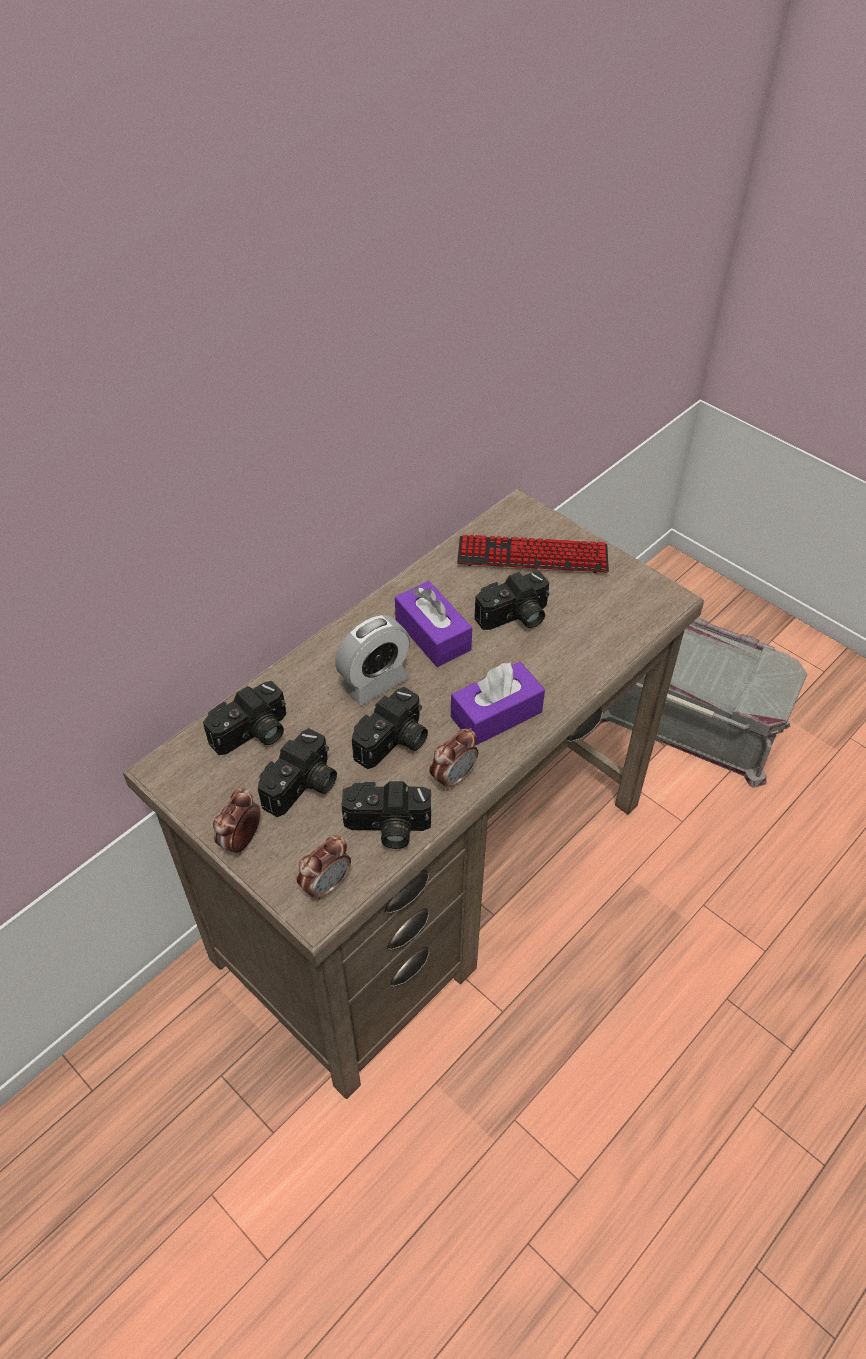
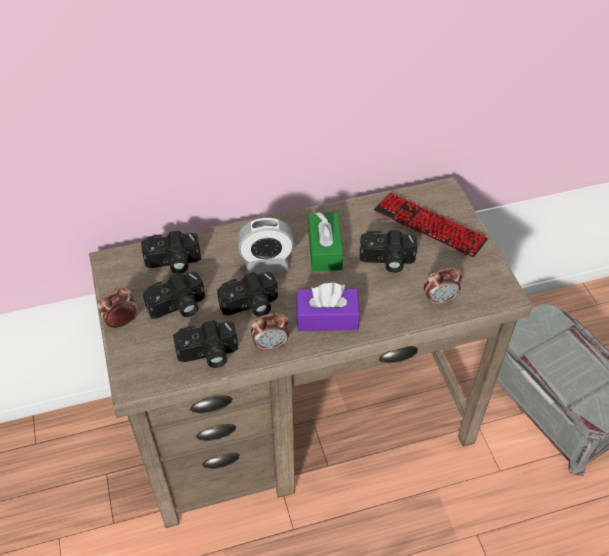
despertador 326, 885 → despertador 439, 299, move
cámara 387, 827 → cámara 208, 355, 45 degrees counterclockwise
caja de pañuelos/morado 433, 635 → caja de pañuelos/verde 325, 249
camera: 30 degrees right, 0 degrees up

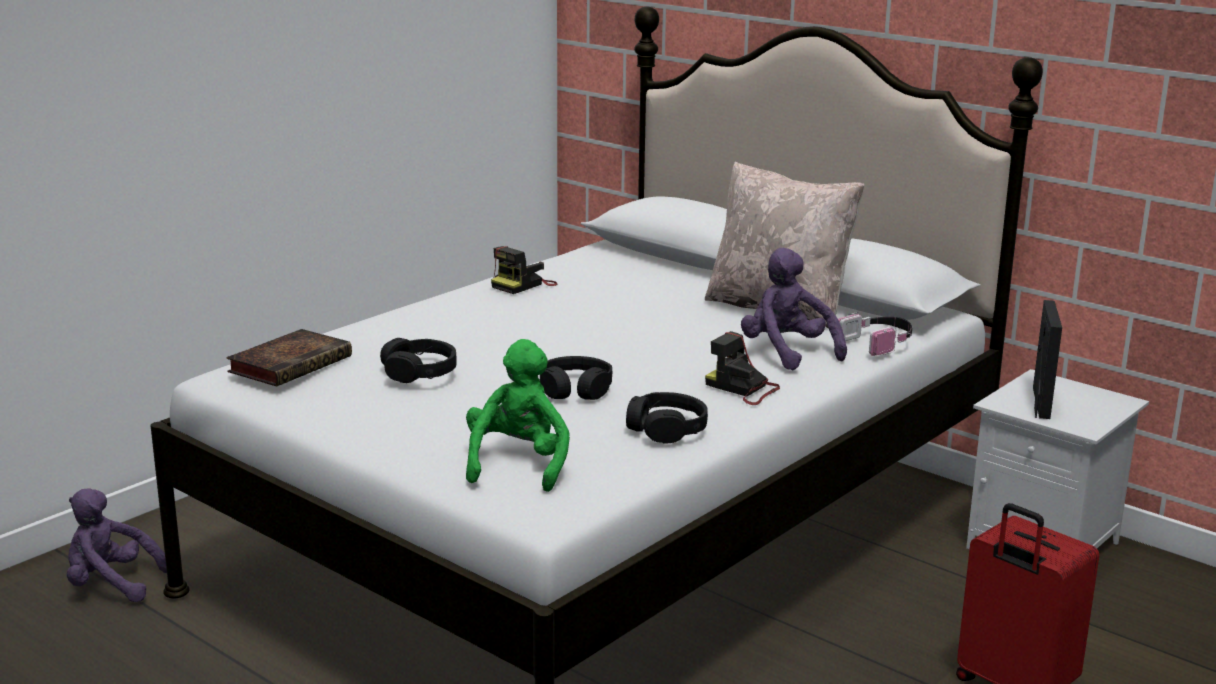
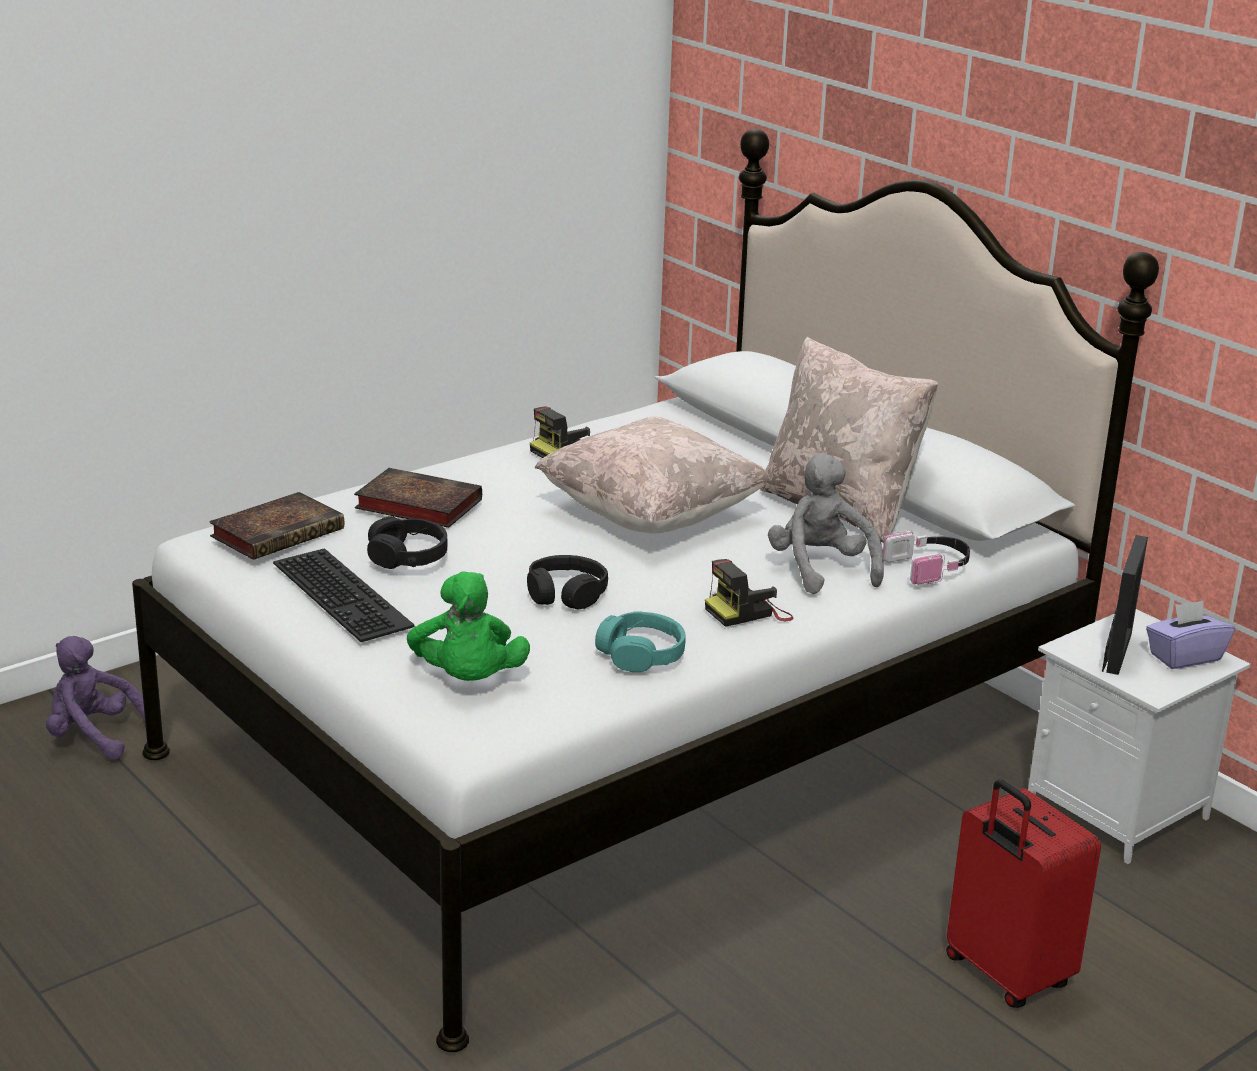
peluche/verde 518, 464 → peluche/verde 468, 680, 150 degrees clockwise
auriculares/negro 666, 429 → auriculares/turquesa 641, 654
cámara 743, 389 → cámara 748, 612, 75 degrees counterclockwise
peluche/morado 787, 352 → peluche/gris 820, 569
- → teclado 346, 594
- → libro 415, 505
- → cojín/beis 651, 516
- → caja de pañuelos/morado 1184, 657
camera: 10 degrees right, 5 degrees up

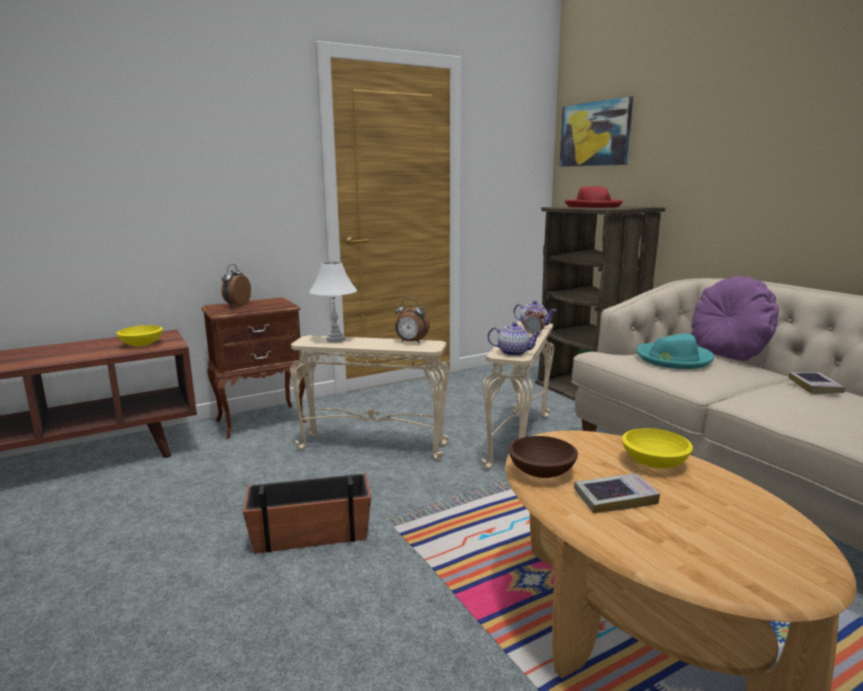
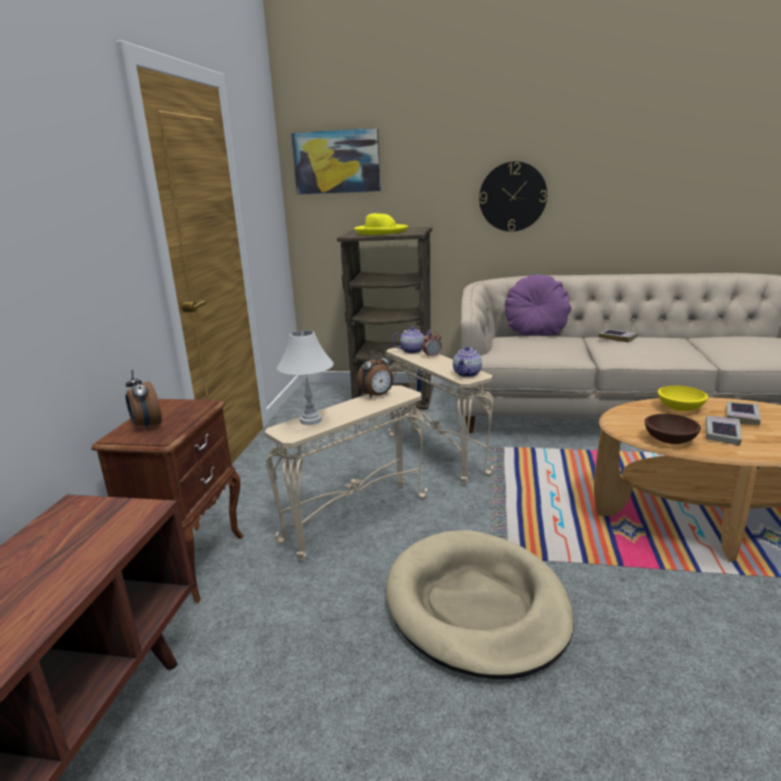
cuenco/amarillo 141, 345 → -
maceta 311, 533 → cama para perro/beis 476, 606
tetera 514, 352 → tetera 467, 374, 150 degrees clockwise
sombrero/rojo 593, 206 → sombrero/amarillo 380, 232
sombrero/turquesa 673, 359 → -
- → reloj de pared 512, 197
- → libro 742, 417
camera: 50 degrees left, 5 degrees up

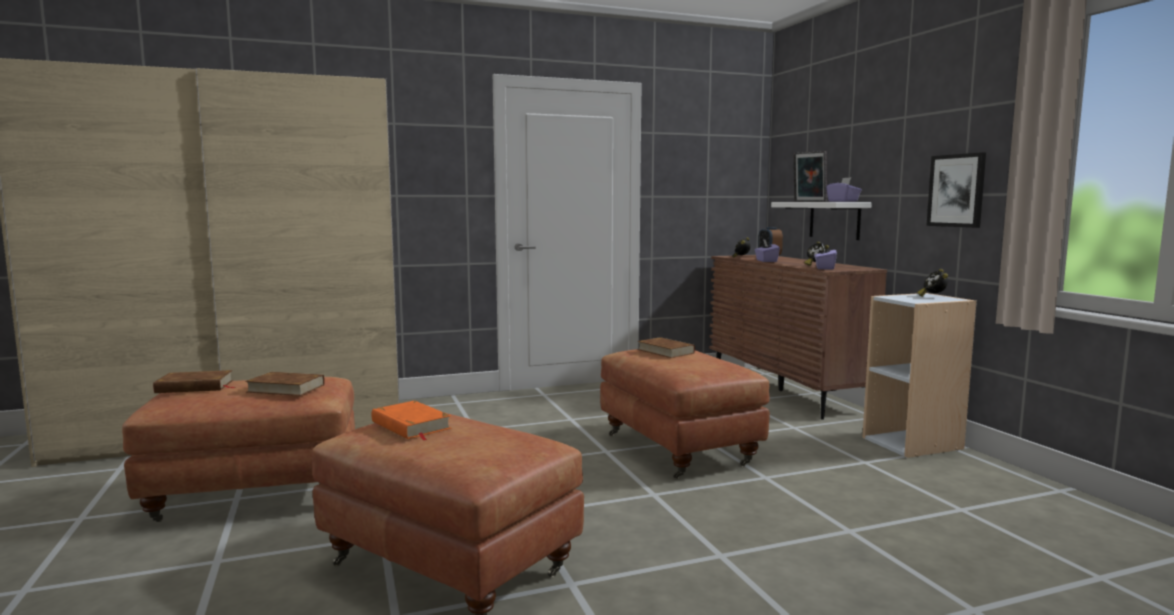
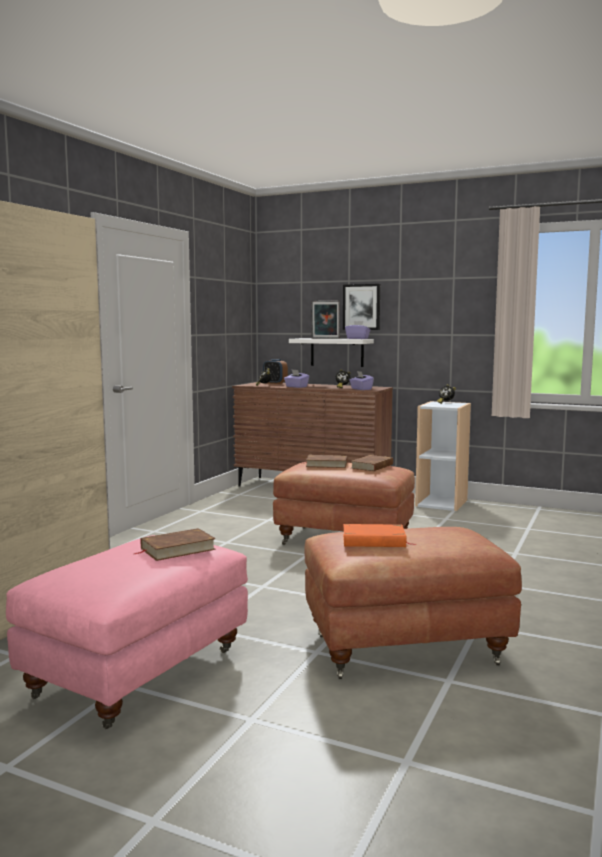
puf/marrón 255, 497 → puf/rosa 138, 676
libro/marrón 195, 387 → libro/marrón 372, 466, move
cuadro 956, 190 → cuadro 361, 307, move
camera: 45 degrees left, 0 degrees up

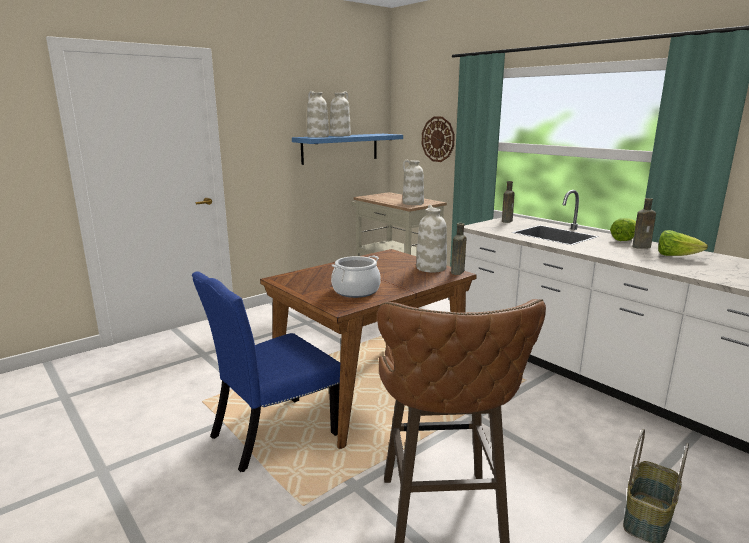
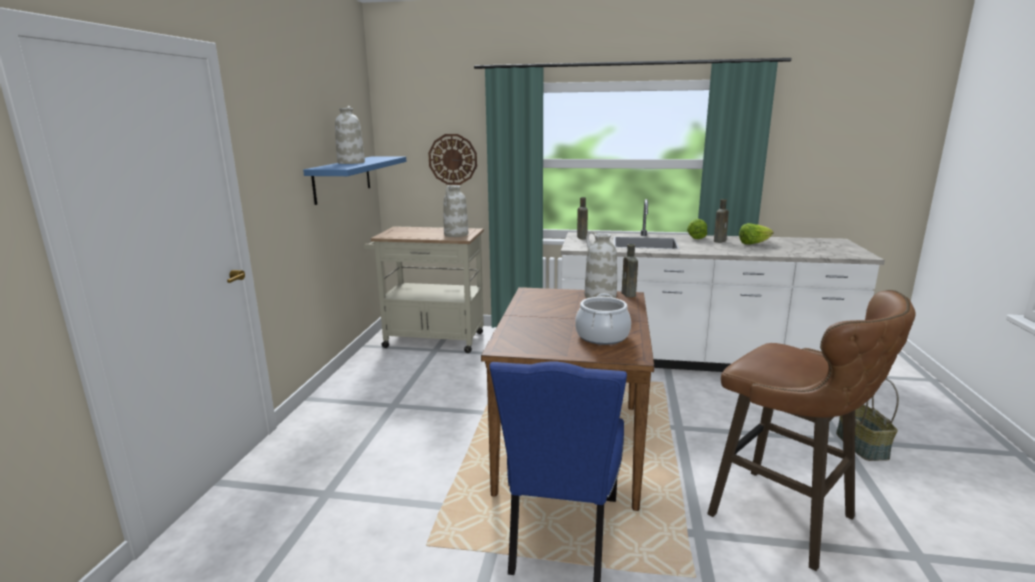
florero/blanco 317, 137 → -
camera: 40 degrees left, 0 degrees up

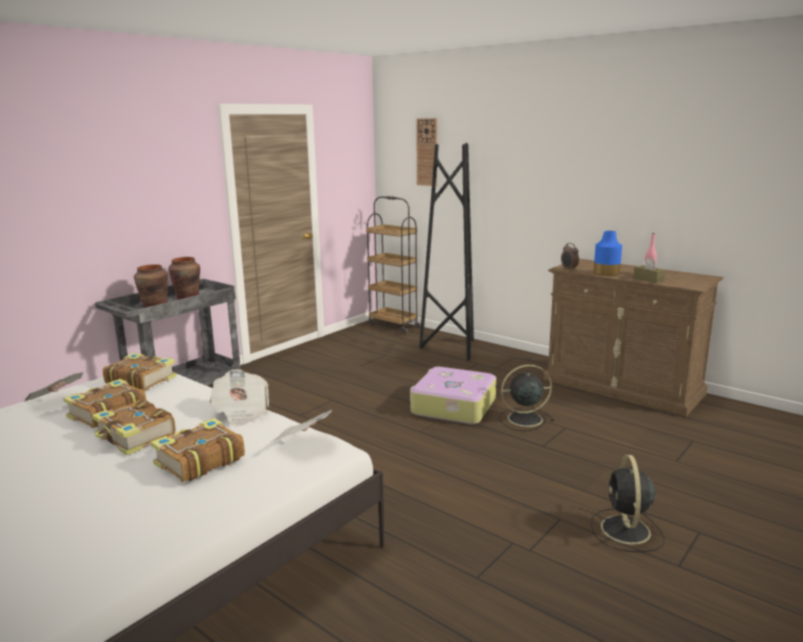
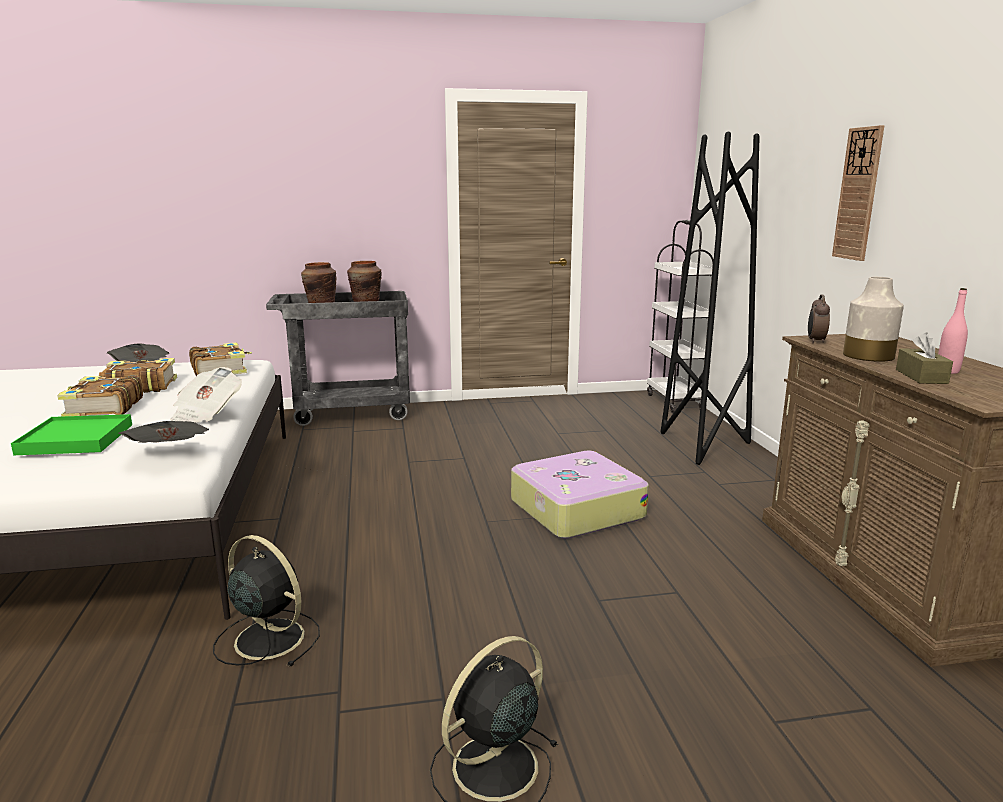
libro 198, 461 → bandeja/verde 75, 439
carrito/marrón 394, 326 → carrito/blanco 675, 403
reloj de pared 427, 152 → reloj de pared 858, 194, move
ventilador/negro 523, 419 → ventilador/negro 267, 638, move
florero/azul 606, 273 → florero/beis 868, 355
camera: 40 degrees right, 0 degrees up

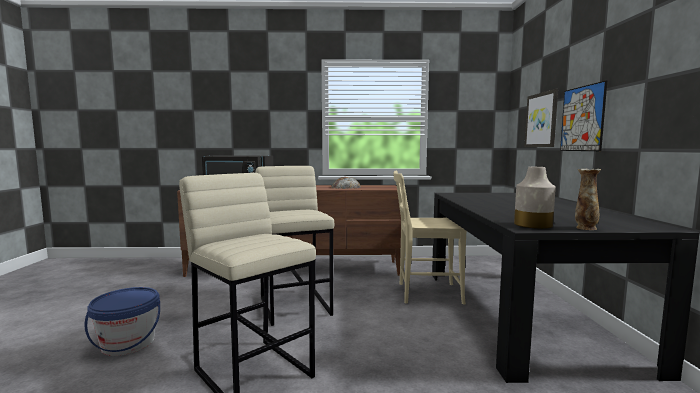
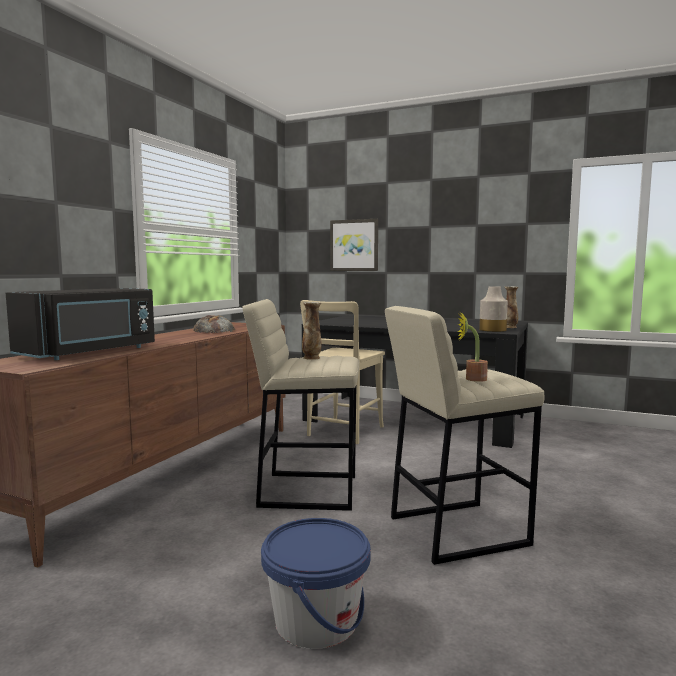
cuadro 582, 118 → -
- → florero 312, 358
- → planta en maceta 471, 379
camera: 65 degrees left, 0 degrees up

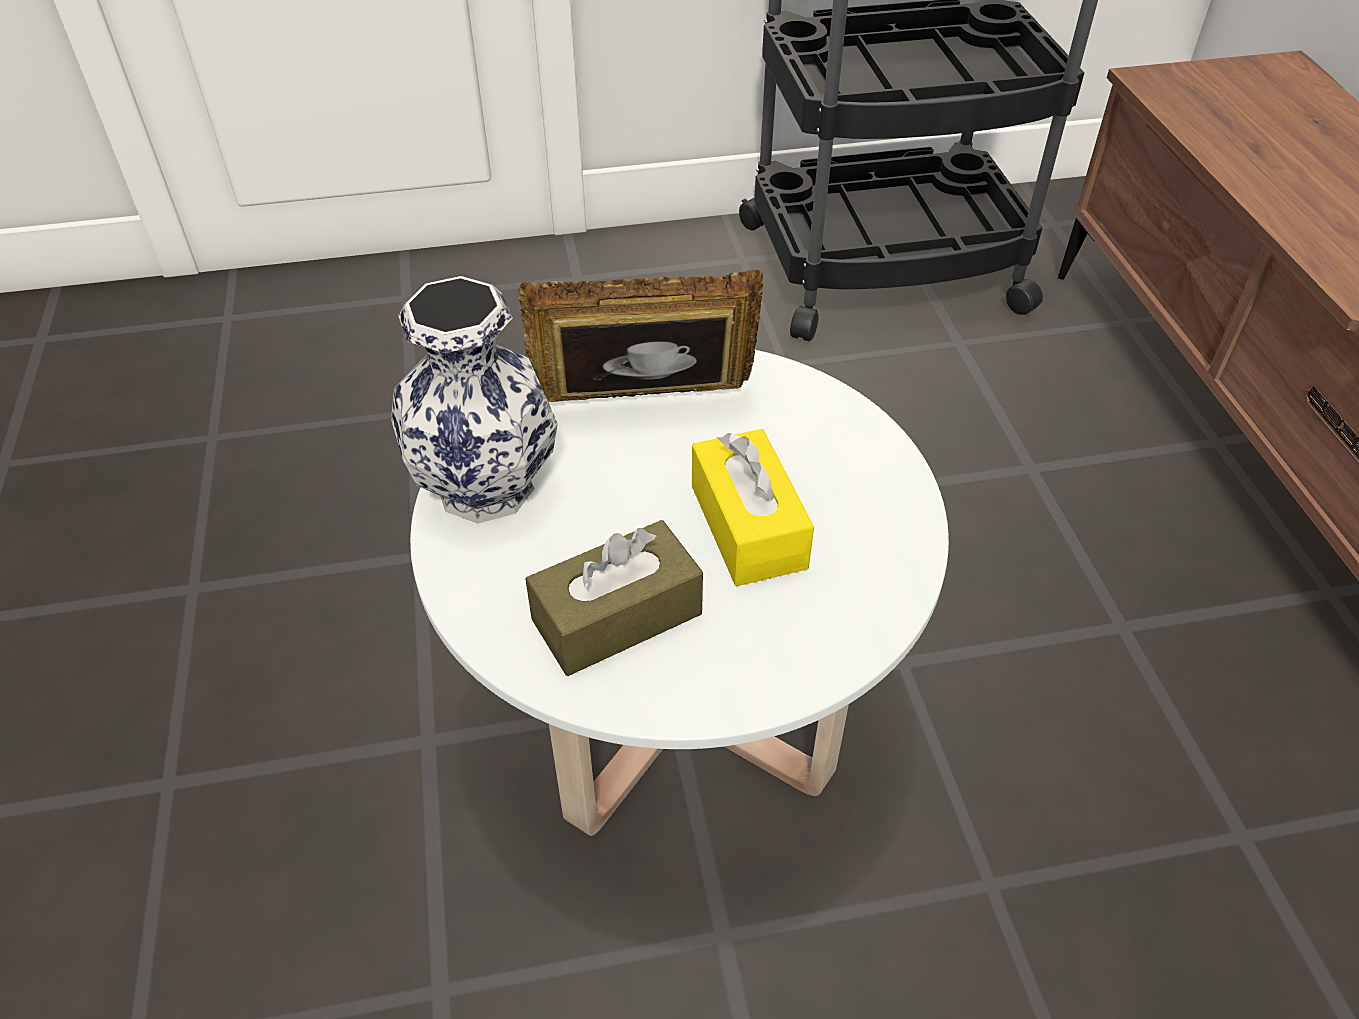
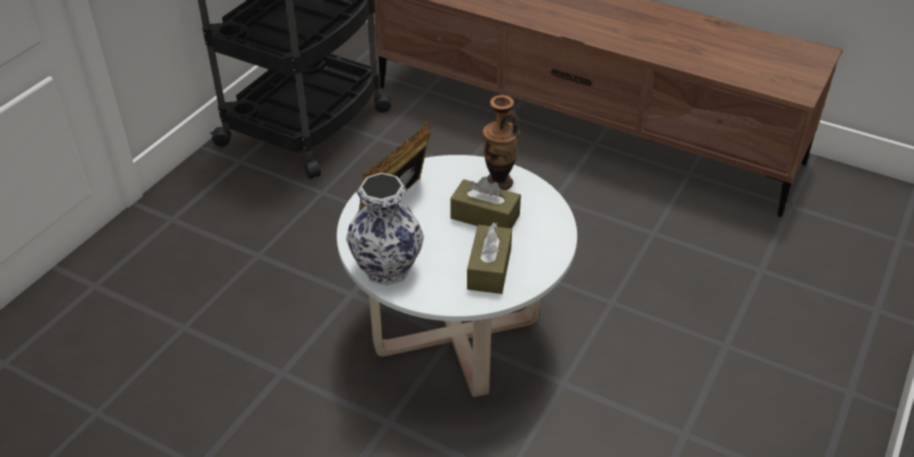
caja de pañuelos/amarillo 748, 526 → caja de pañuelos/marrón 485, 217
- → florero 499, 182
camera: 50 degrees left, 5 degrees down

